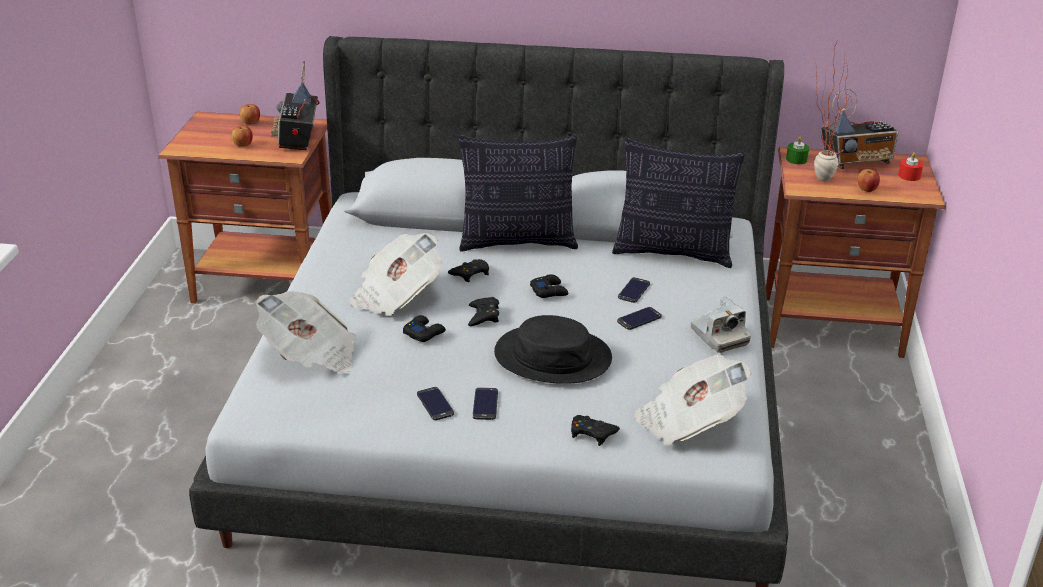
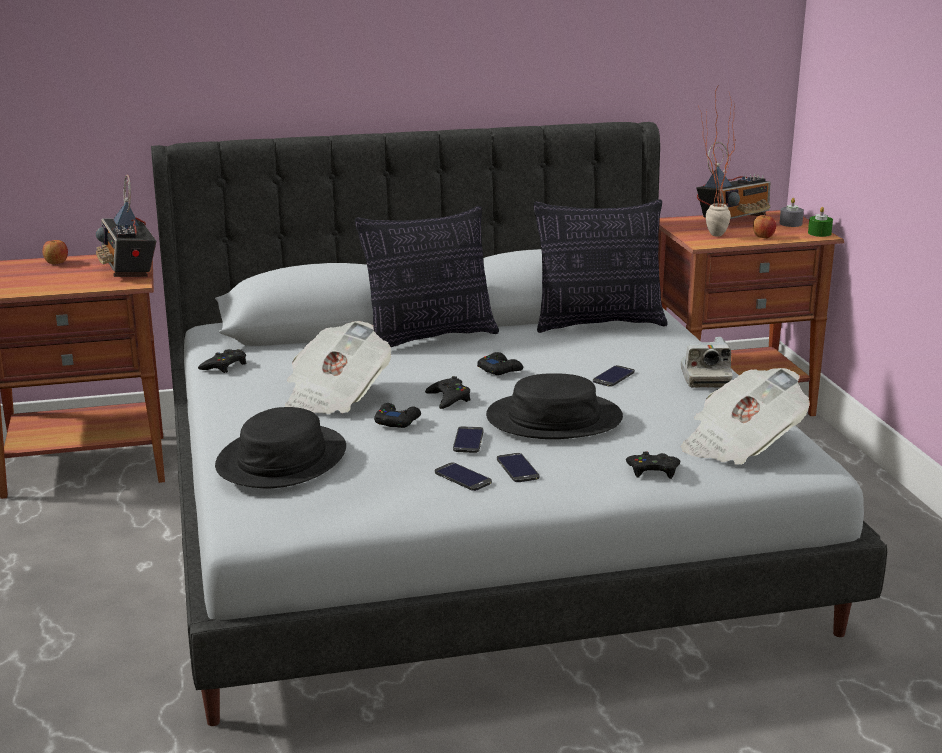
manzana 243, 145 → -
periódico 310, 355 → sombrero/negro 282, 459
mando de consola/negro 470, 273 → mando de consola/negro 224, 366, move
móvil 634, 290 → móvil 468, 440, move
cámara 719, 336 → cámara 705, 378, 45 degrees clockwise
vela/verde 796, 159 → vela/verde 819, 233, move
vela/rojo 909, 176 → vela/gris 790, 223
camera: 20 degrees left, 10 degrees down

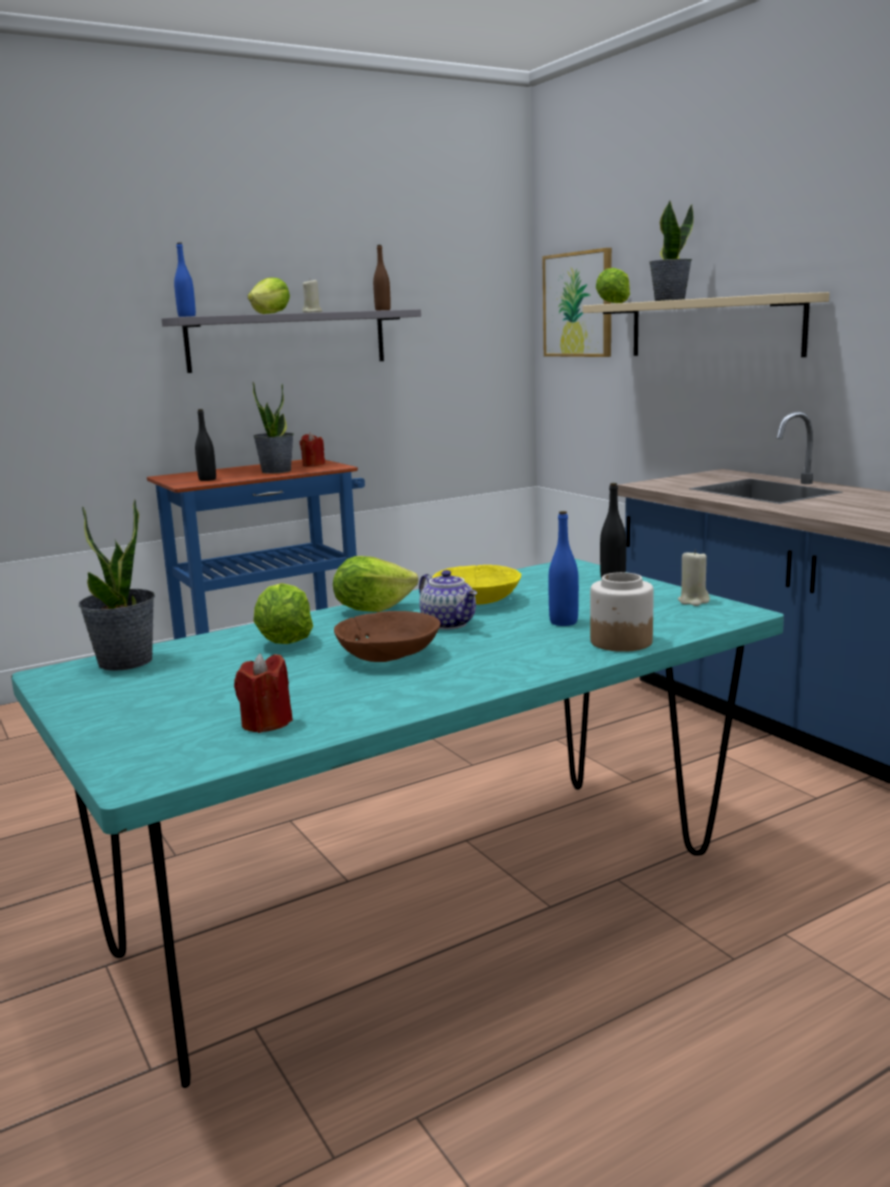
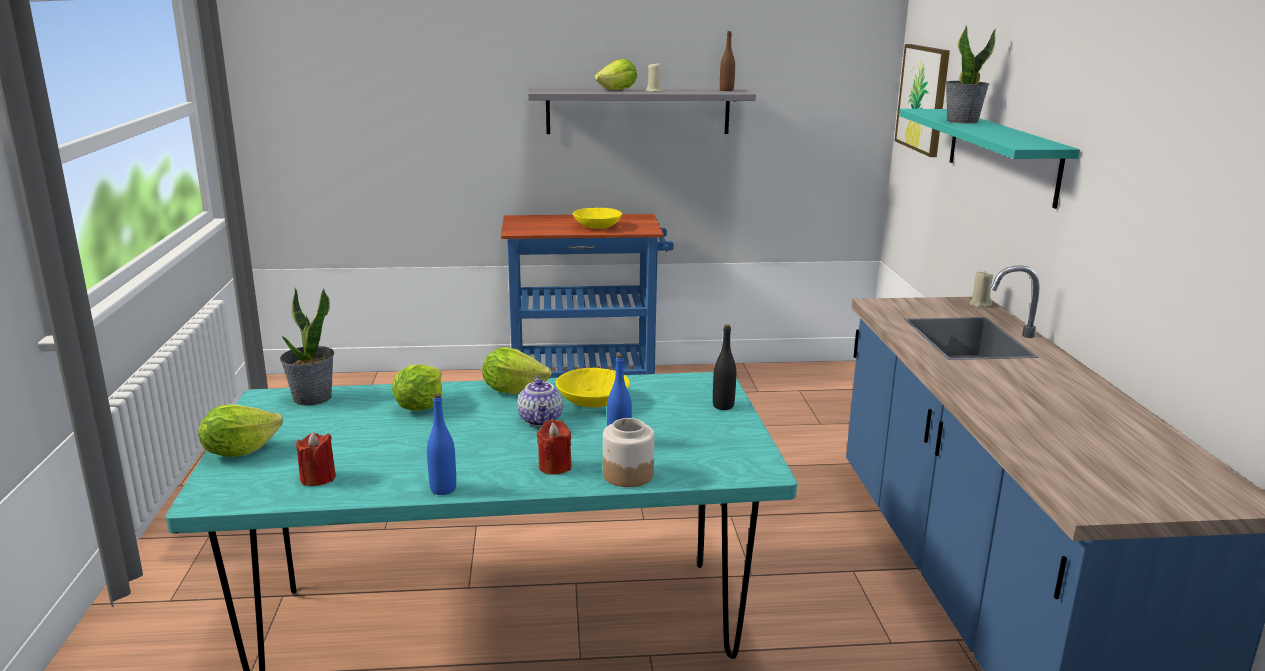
botella/azul 187, 316 → botella/azul 443, 489, move
botella/negro 207, 479 → -
planta en maceta 276, 471 → cuenco/amarillo 597, 227
vela/rojo 313, 464 → vela/rojo 555, 467, move
cuenco/marrón 389, 655 → -
estante/beis 713, 327 → estante/turquesa 1002, 154
lechuga 613, 303 → lechuga 239, 451, move
vela/beis 693, 601 → vela/beis 980, 304, move
camera: 25 degrees right, 5 degrees up

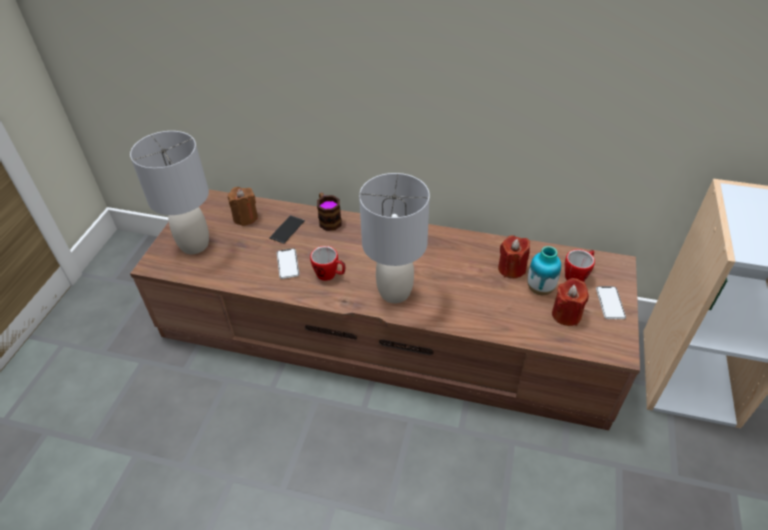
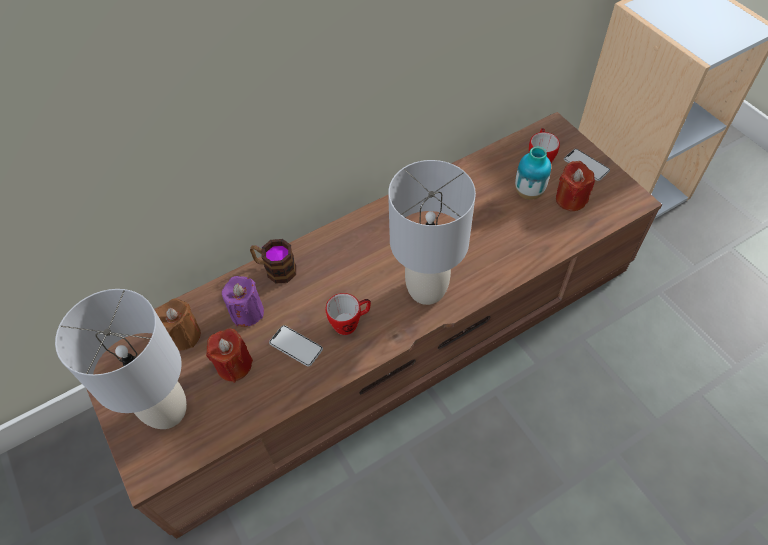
móvil 287, 229 → vela/morado 247, 312
vela/rojo 511, 269 → vela/rojo 234, 365, move
camera: 45 degrees left, 10 degrees up

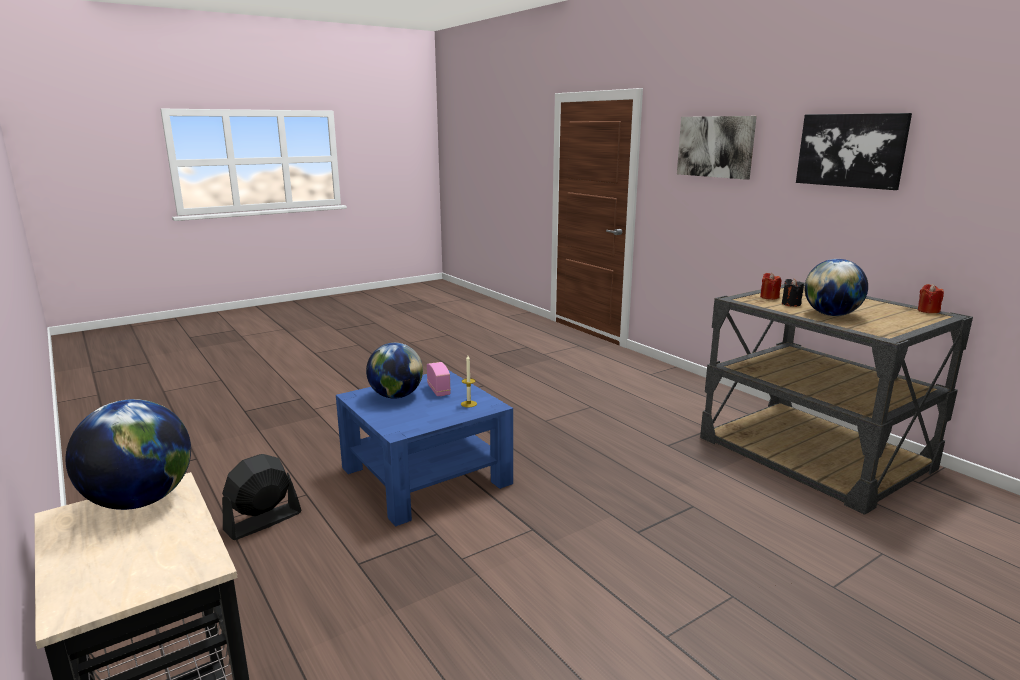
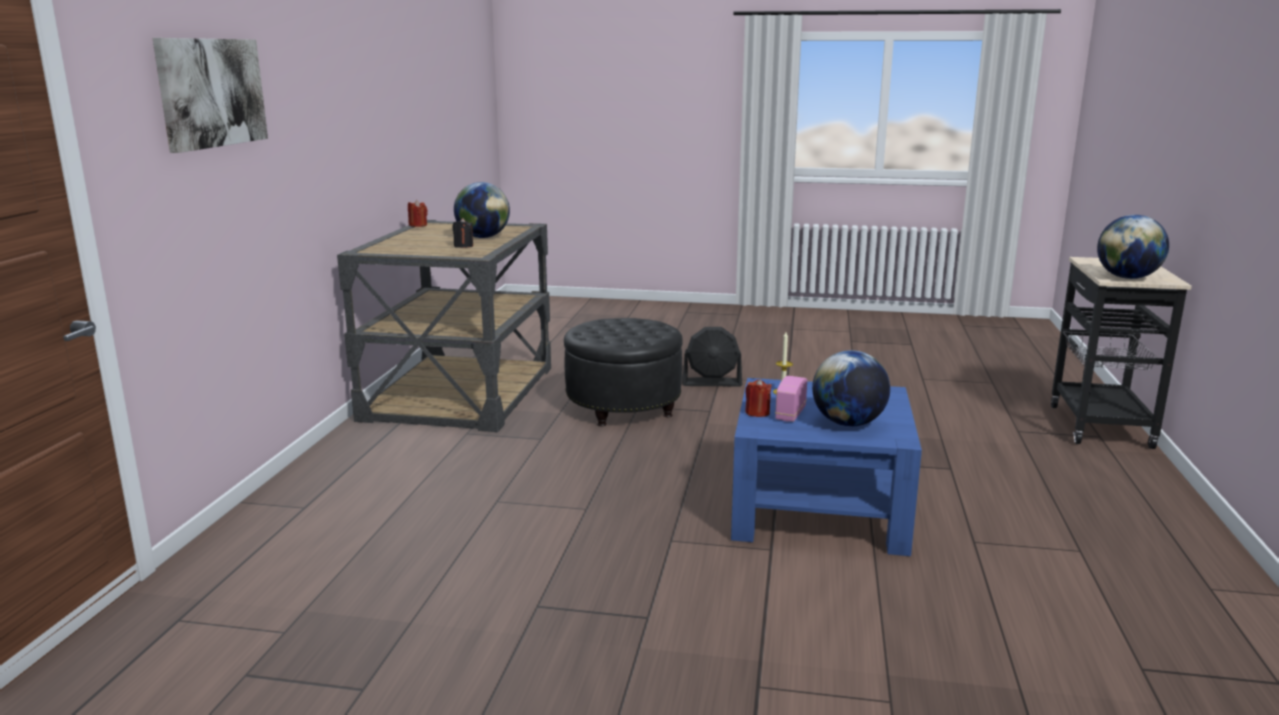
ventilador/negro 262, 521 → ventilador/negro 712, 383, move
vela/rojo 769, 297 → vela/rojo 757, 413, move
cuadro 851, 150 → -
- → puf/negro 623, 407
camera: 135 degrees left, 0 degrees up

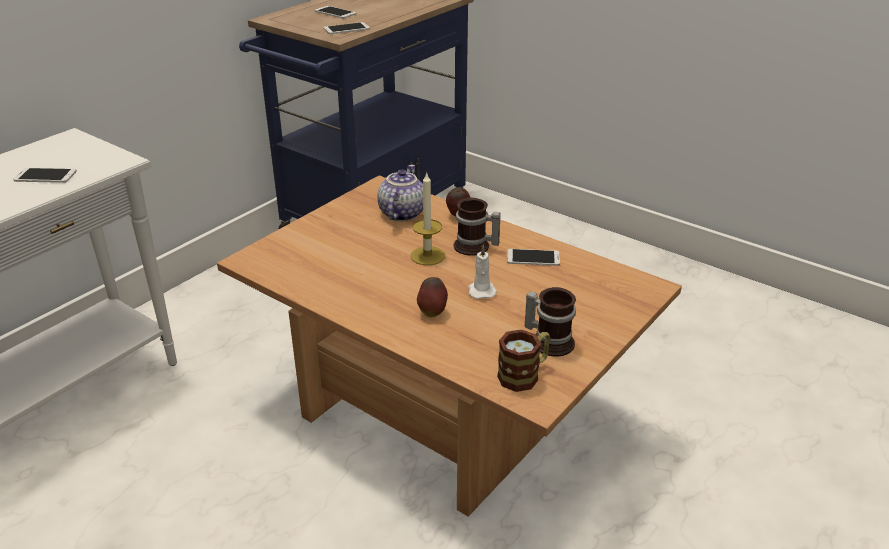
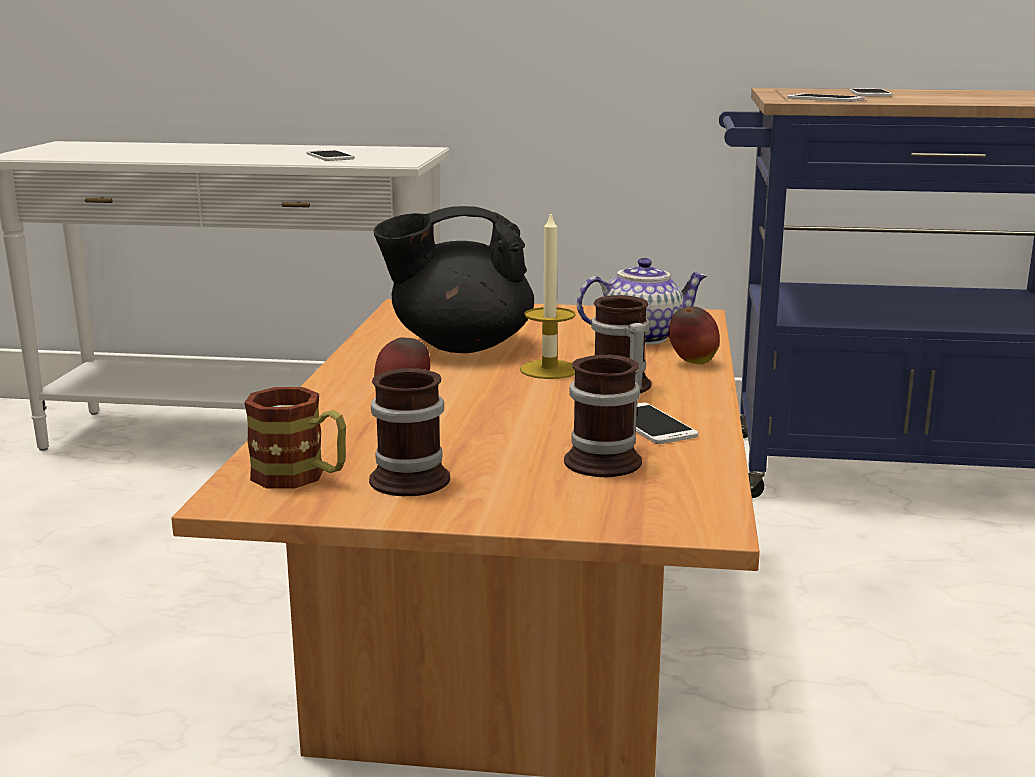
vela/blanco 481, 290 → -
- → tetera/negro 459, 346
- → taza grande 610, 460
camera: 60 degrees right, 15 degrees down

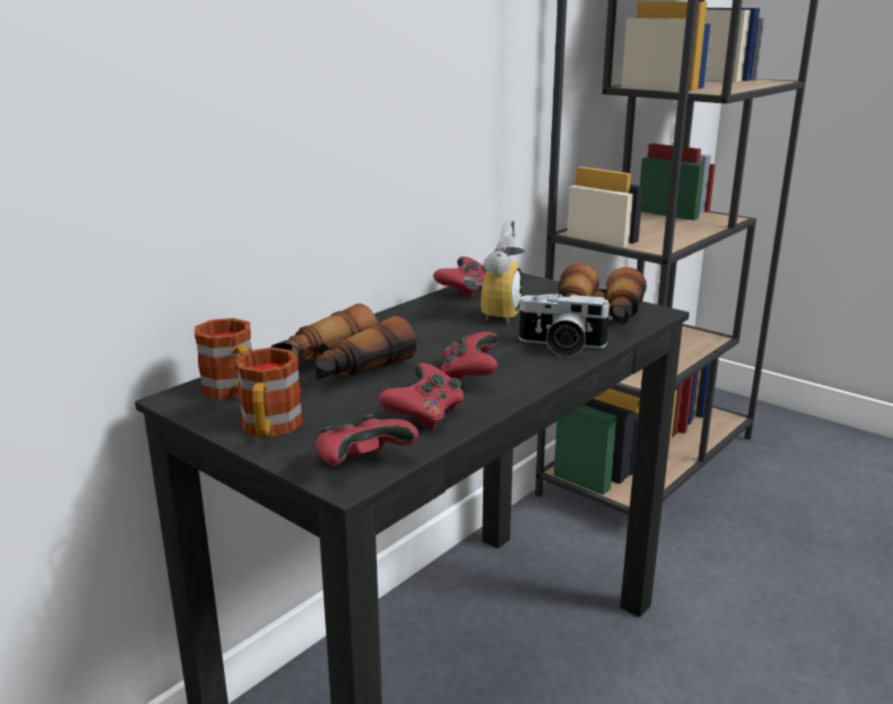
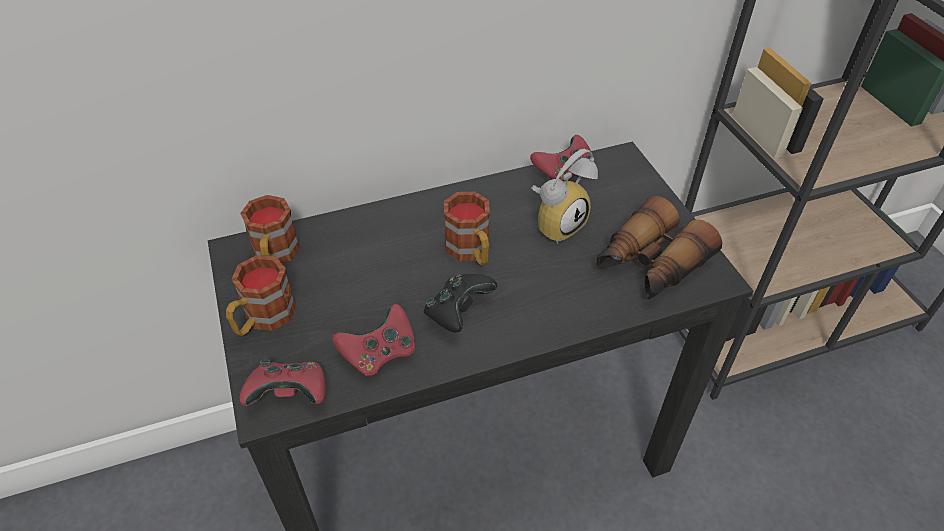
prismáticos 340, 367 → -
mando de consola/rojo 469, 376 → mando de consola/negro 458, 312
cámara 560, 346 → -
- → taza grande 471, 251
camera: 30 degrees right, 25 degrees up

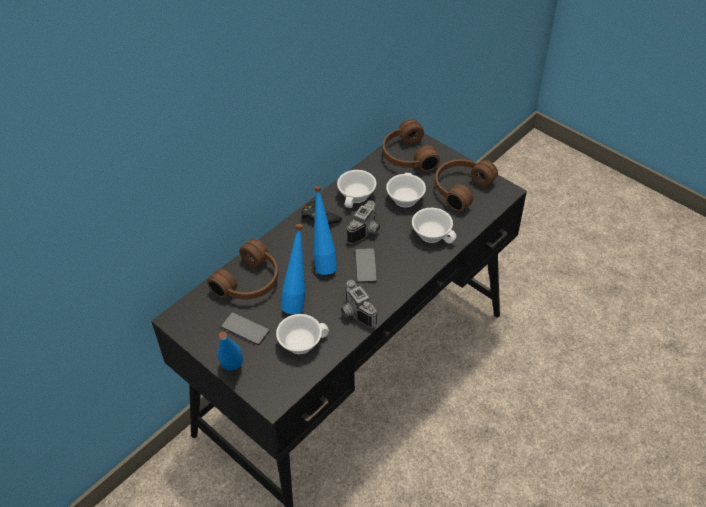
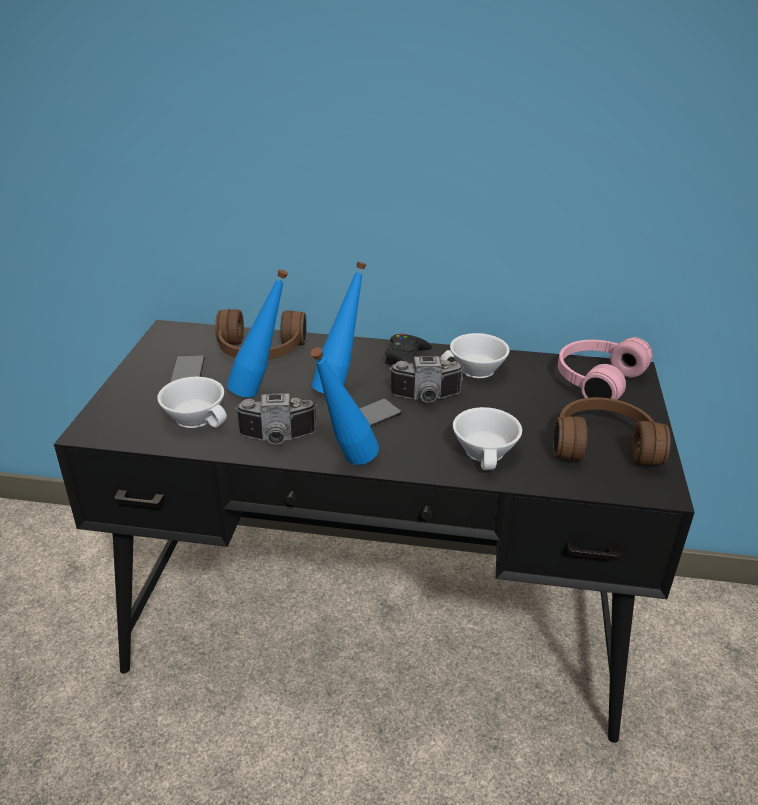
botella/azul 233, 373 → botella/azul 346, 464, move
cámara 354, 313 → cámara 277, 439, 120 degrees counterclockwise
auriculares/marrón 406, 156 → auriculares/rosa 595, 380
taza/blanco 404, 198 → -
camera: 55 degrees right, 15 degrees down

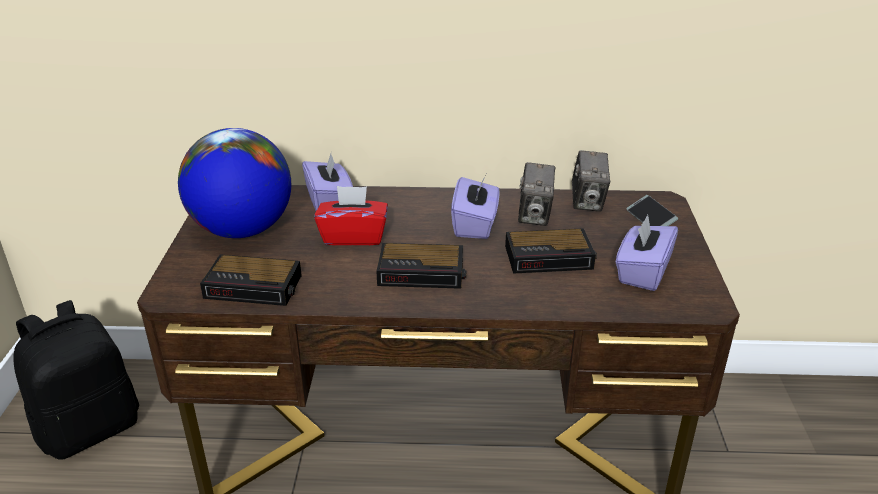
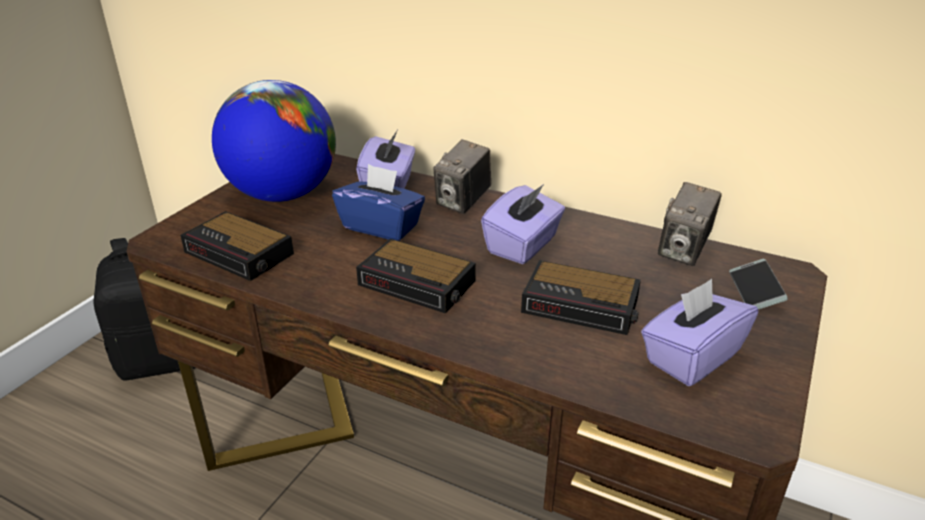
caja de pañuelos/rojo 353, 236 → caja de pañuelos/azul 381, 226
cámara 535, 216 → cámara 463, 202, move
camera: 25 degrees right, 0 degrees up

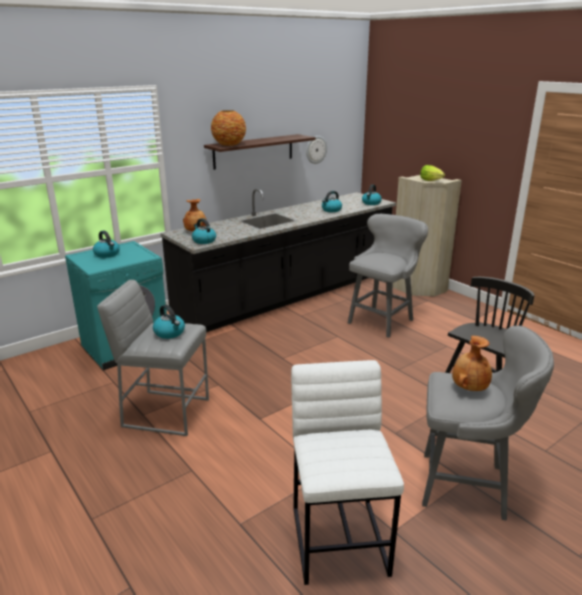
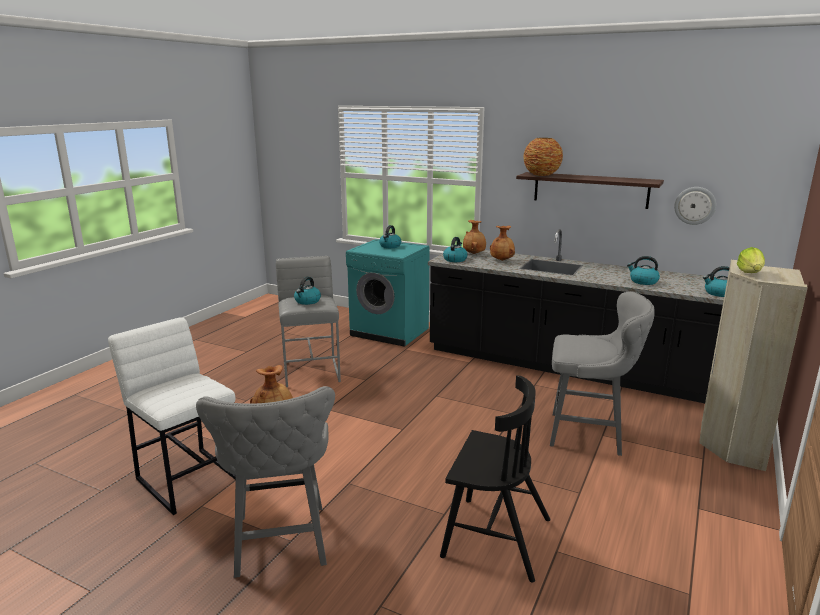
silla/blanco 338, 538 → silla/blanco 187, 479, 105 degrees counterclockwise
- → florero/marrón 502, 260
camera: 65 degrees right, 5 degrees down

